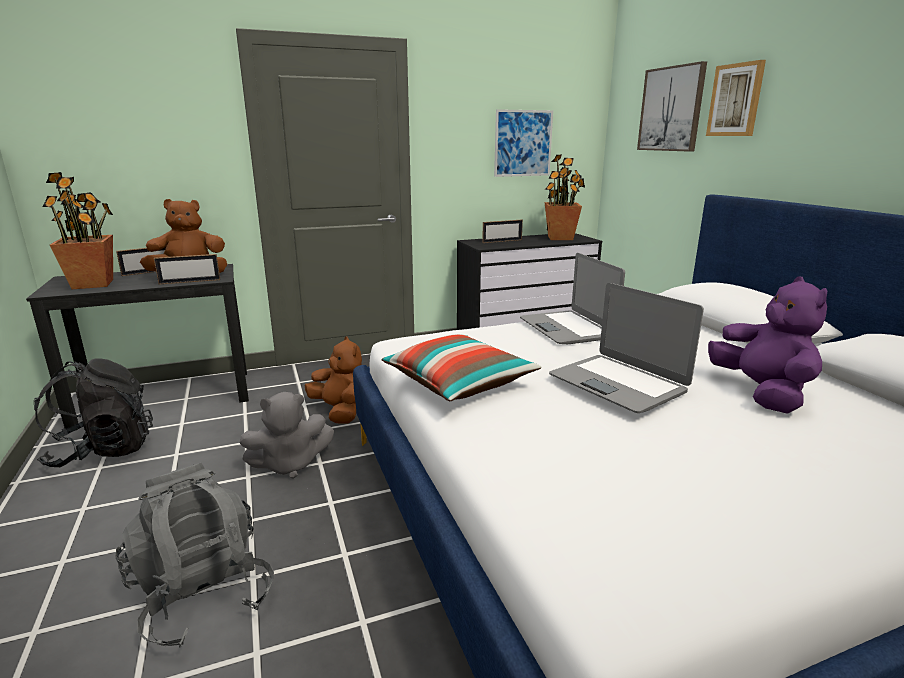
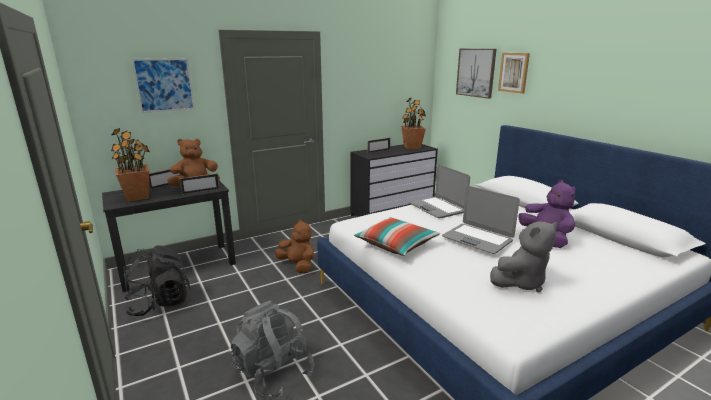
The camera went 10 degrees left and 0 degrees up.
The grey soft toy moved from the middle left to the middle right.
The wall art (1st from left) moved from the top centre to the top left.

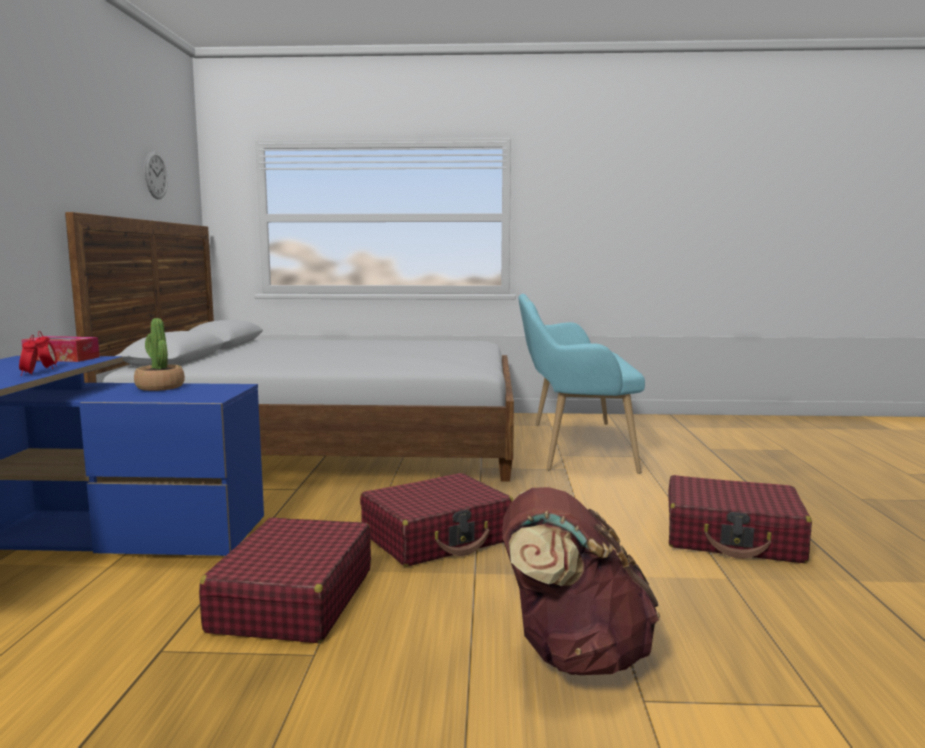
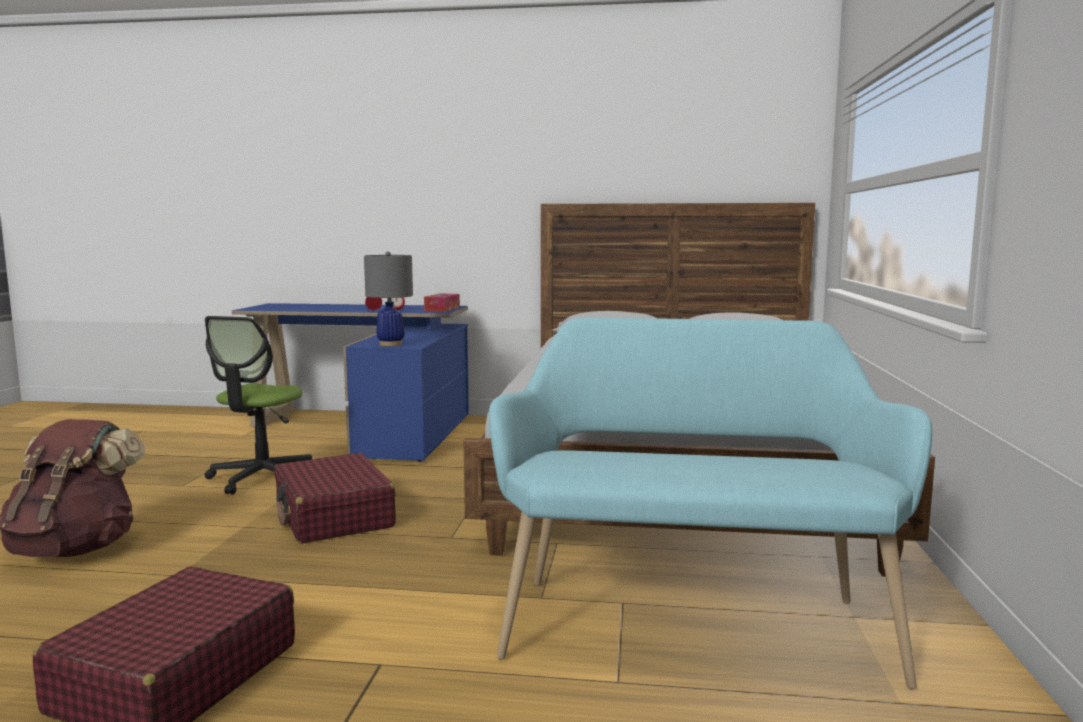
The camera went 95 degrees right and 0 degrees up.
The houseplant at the middle left disappeared.
The clock on the wall at the top left disappeared.
The grey tabletop lamp at the centre appeared.
The red-coloured travel case (1st from left) at the bottom left was replaced by the office chair at the middle left.

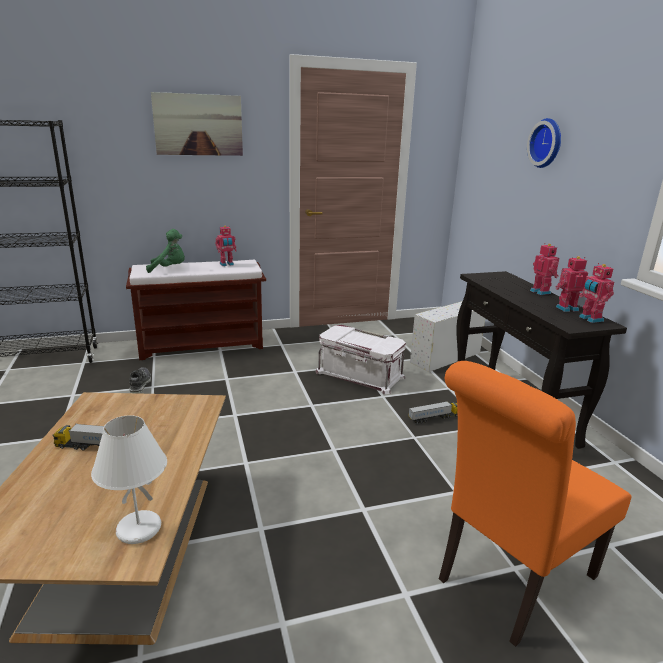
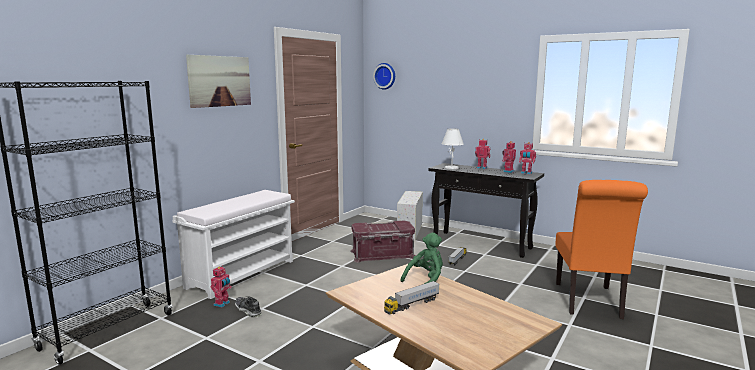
The camera went 40 degrees left and 10 degrees down.
The white-coloured tabletop lamp moved from the bottom left to the centre.
The greenish soft toy moved from the middle left to the bottom centre.
The toy robot (1st from left) moved from the centre to the bottom left.
The clock on the wall moved from the top right to the top centre.
The brownish indoor bench at the middle left became the white-coloured indoor bench at the middle left.
The white-coloured storage bin (1st from left) at the centre became the red-coloured storage bin at the centre.

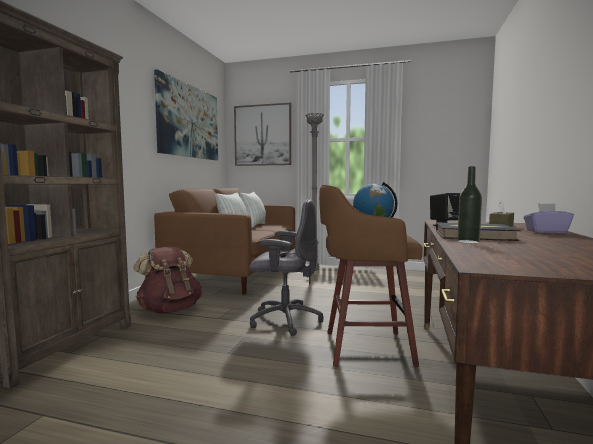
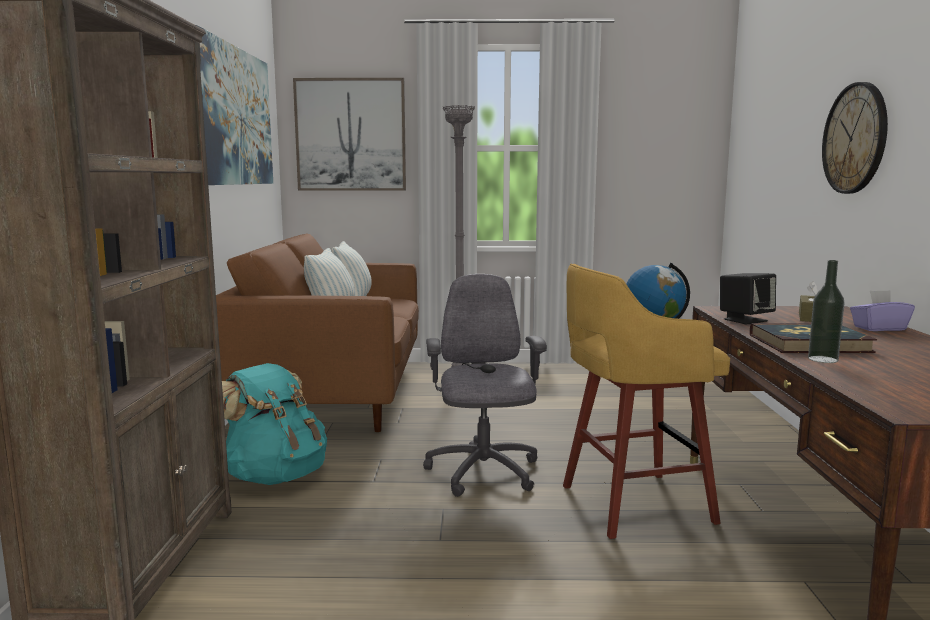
The camera went 15 degrees left and 5 degrees up.
The clock on the wall at the top right appeared.
The brownish backpack at the middle left became the turquoise-coloured backpack at the bottom left.
The brownish sitting stool at the centre became the yellowish sitting stool at the middle right.
The grey office chair at the centre turned 90 degrees counterclockwise.

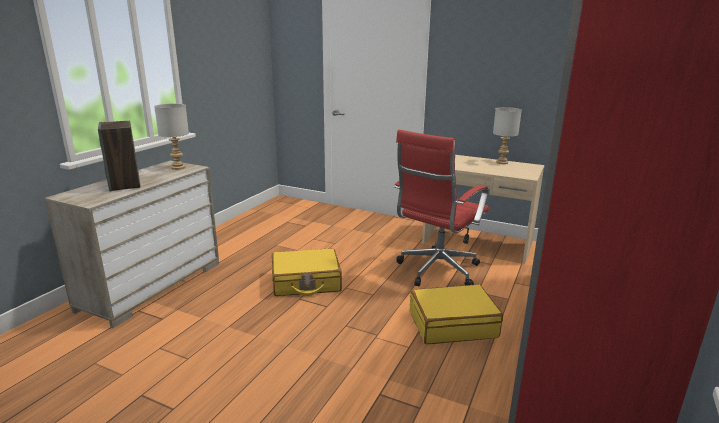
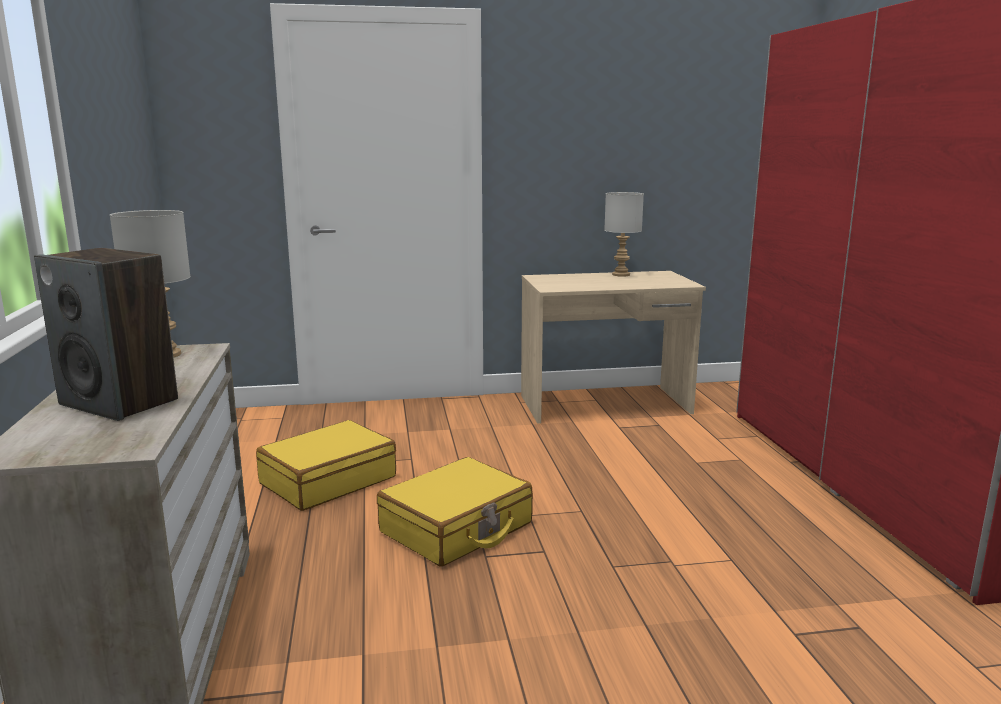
The camera went 35 degrees left and 5 degrees down.
The red-coloured office chair at the centre disappeared.
The yellowish travel case (2nd from left in the first image) moved from the bottom centre to the middle left.

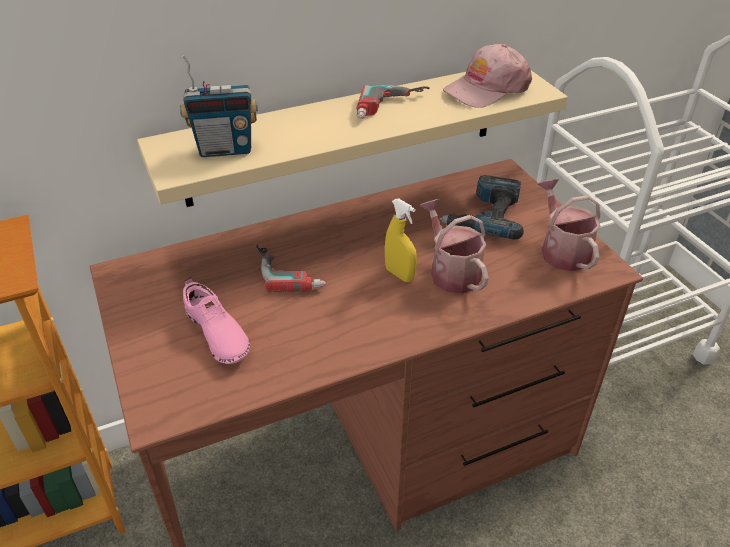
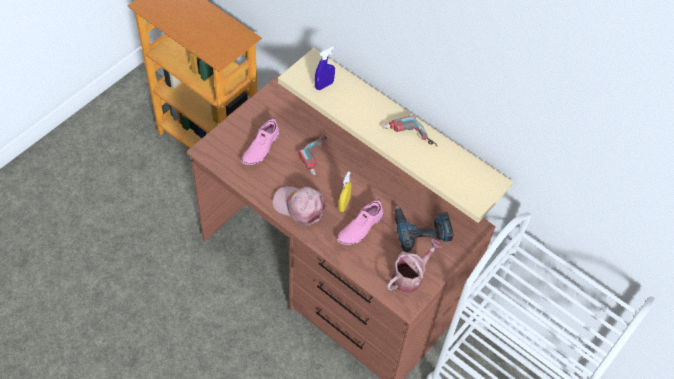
The camera went 60 degrees right and 15 degrees up.
The pink baseball cap moved from the top right to the centre.
The radio set at the top left was replaced by the blue sprayer at the top centre.
The watering can (1st from left) at the centre was replaced by the pink low shoe (2nd from left) at the centre.

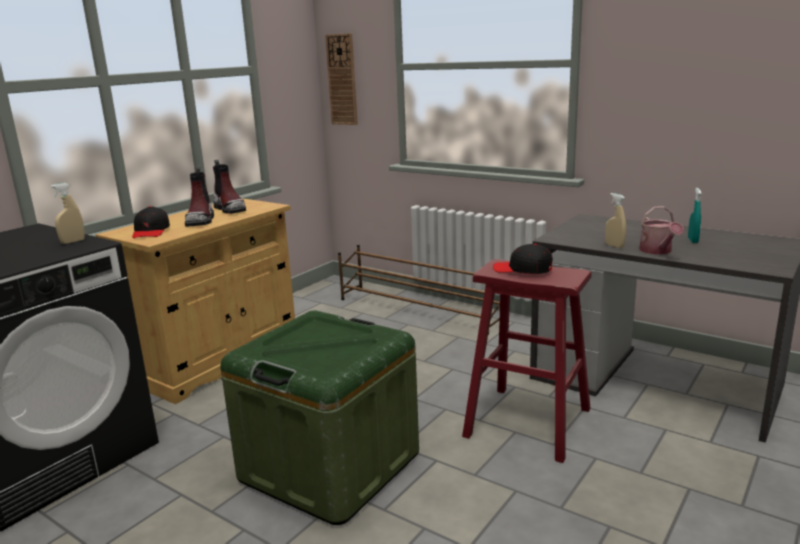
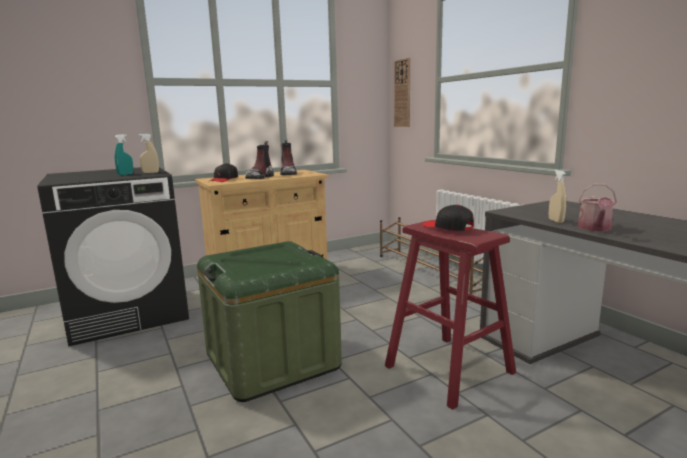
The camera went 25 degrees right and 5 degrees down.
The turquoise-coloured sprayer moved from the middle right to the middle left.

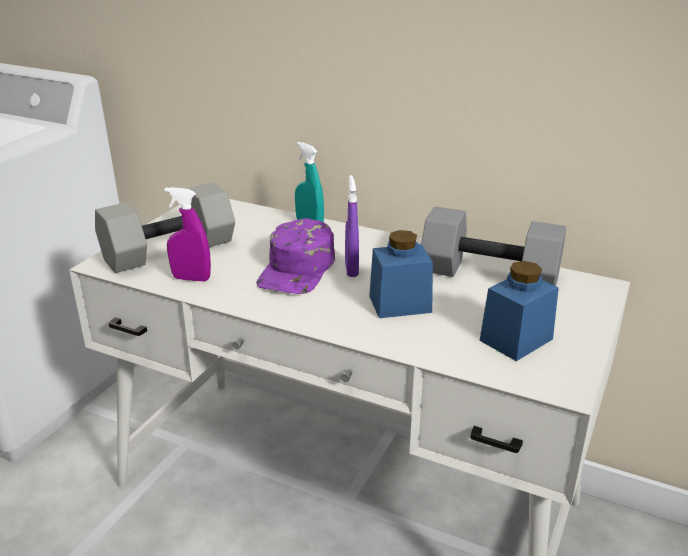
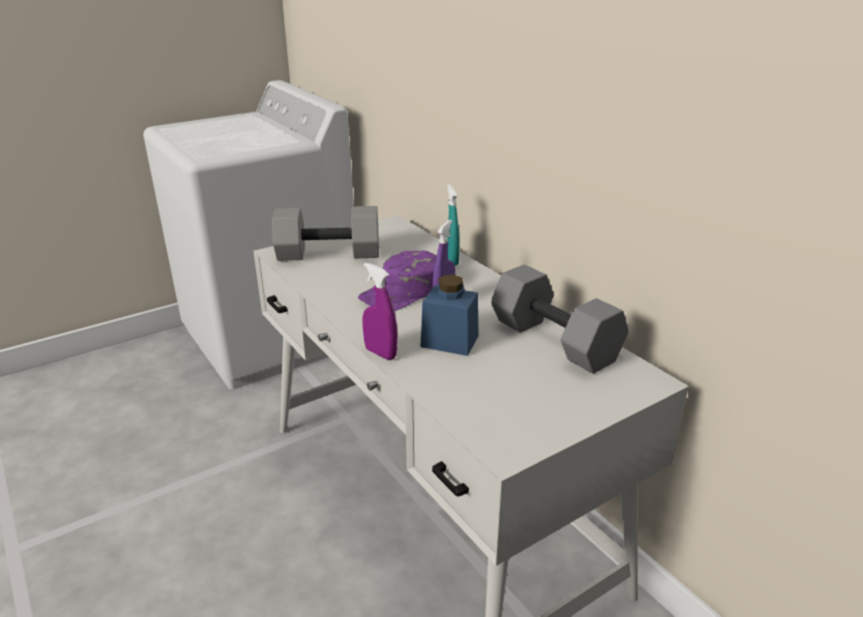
The camera went 30 degrees right and 0 degrees up.
The blue jar (2nd from left) at the middle right disappeared.
The purple-coloured sprayer (1st from left) moved from the middle left to the centre.

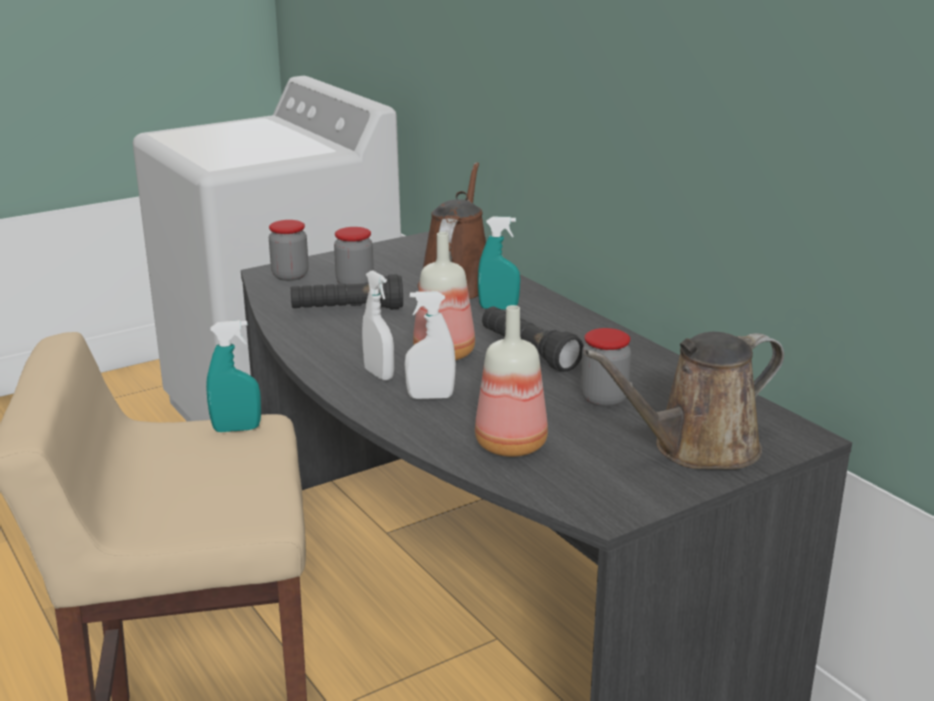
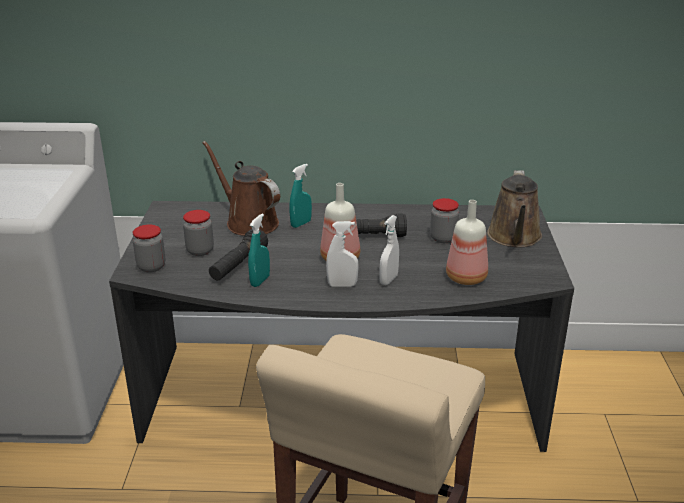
The camera went 55 degrees left and 5 degrees up.
The turquoise-coloured sprayer (1st from left) moved from the middle left to the centre.

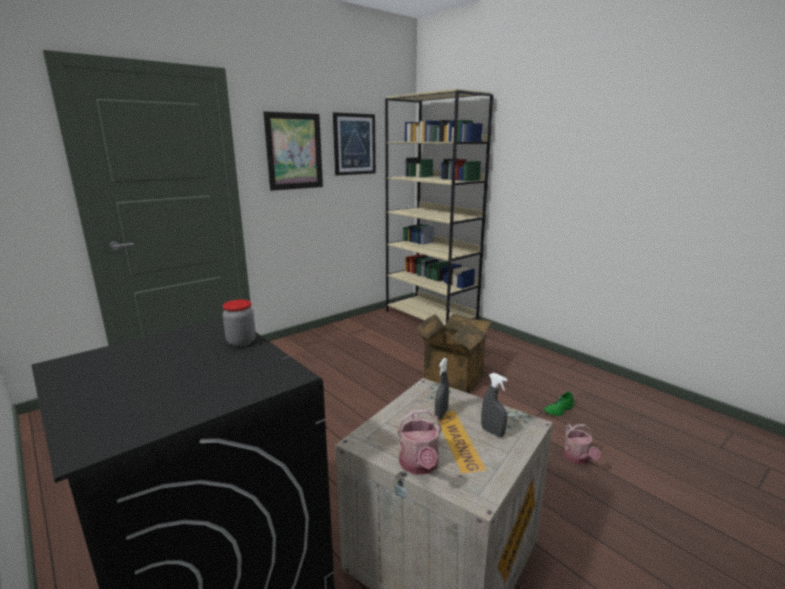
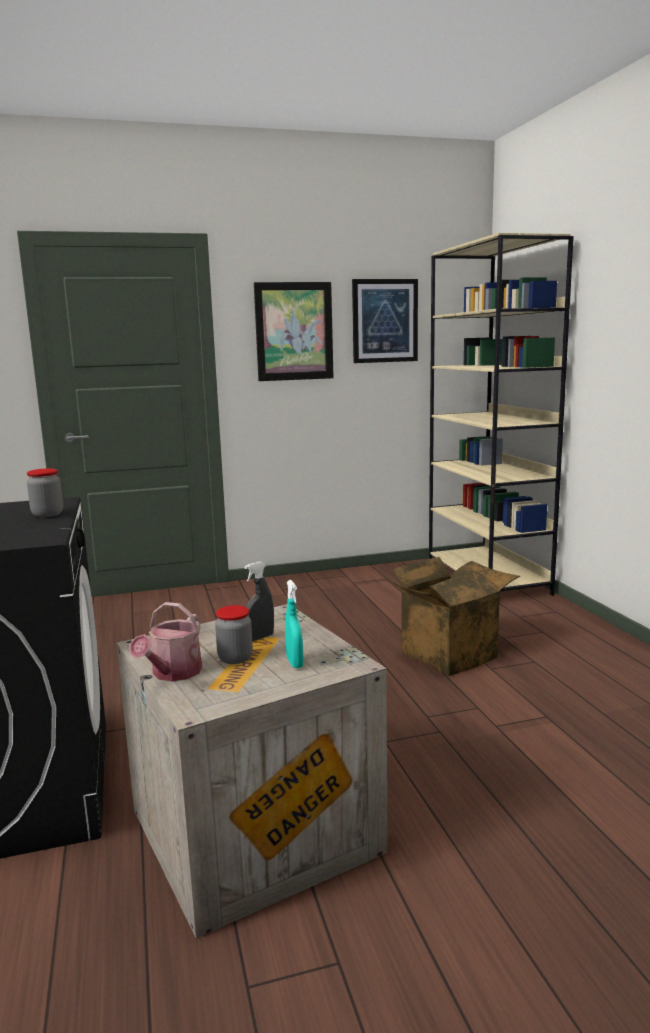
The camera went 25 degrees right and 5 degrees down.
The greenish low shoe at the bottom right disappeared.
The watering can (2nd from left) at the bottom right disappeared.
The jar (2nd from left) at the centre appeared.
The grey sprayer (2nd from left) at the bottom centre became the turquoise-coloured sprayer at the centre.

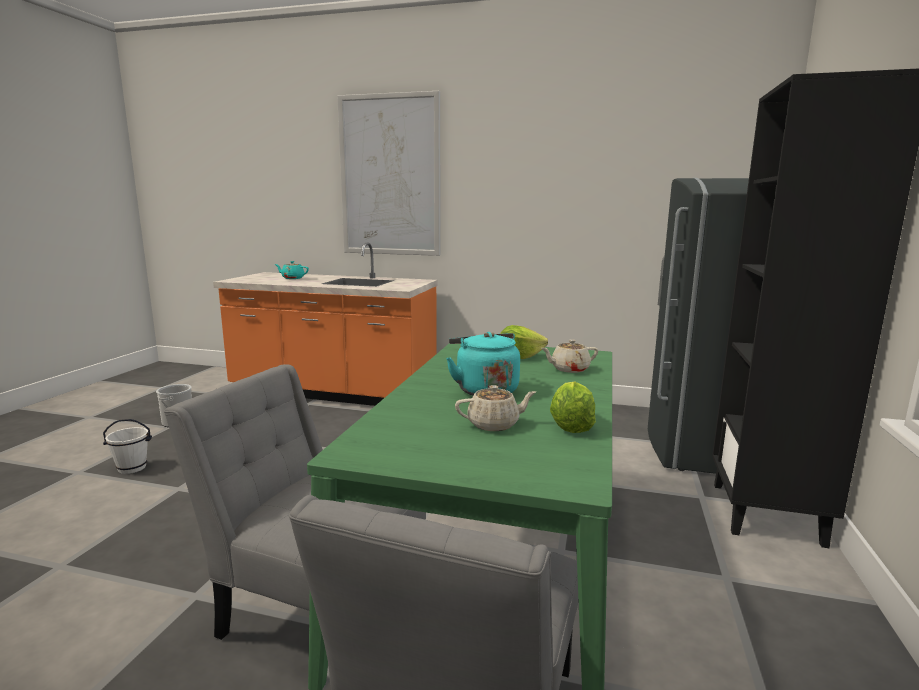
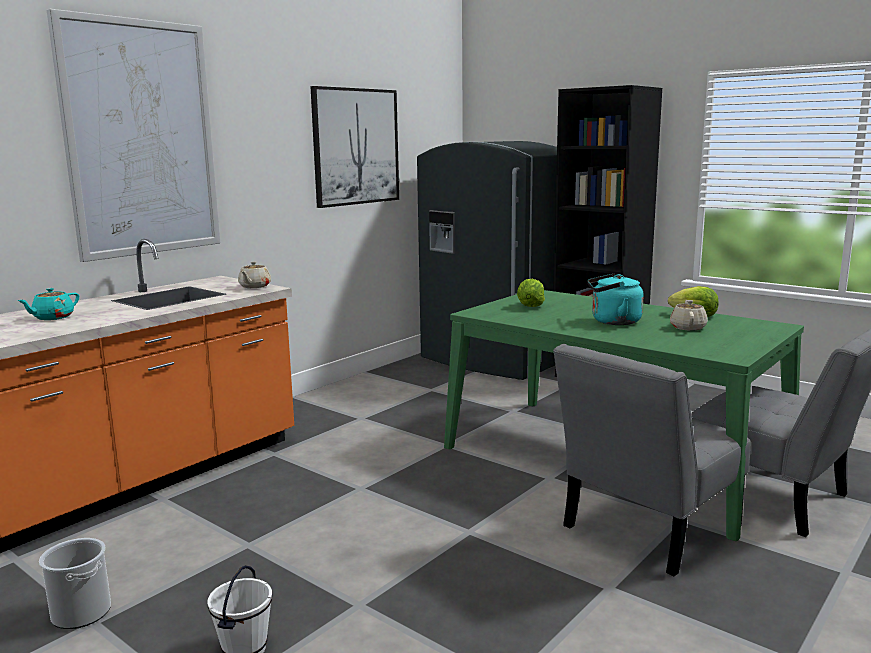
The camera went 65 degrees left and 0 degrees up.
The wall art (2nd from left) at the top centre appeared.
The beige pot for tea (2nd from left in the first image) moved from the centre to the middle left.

